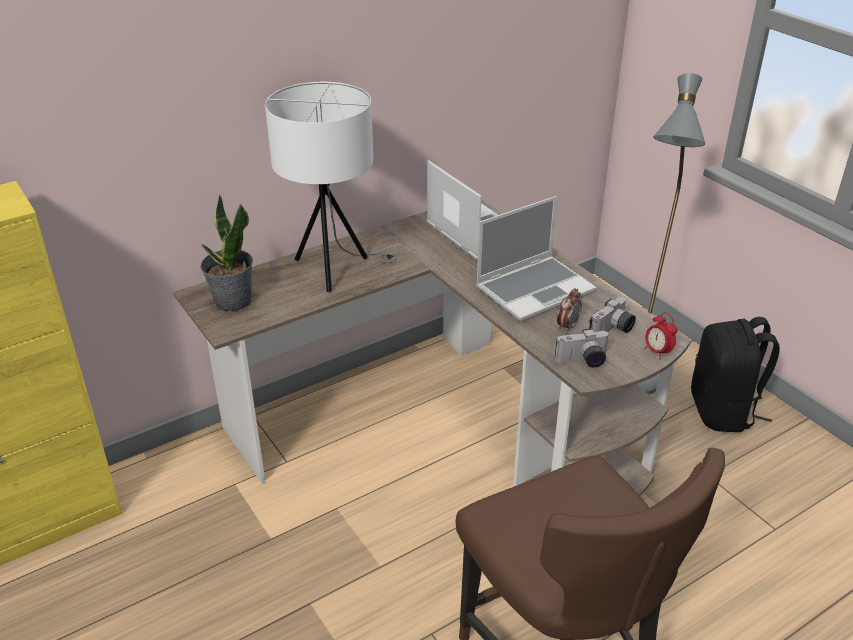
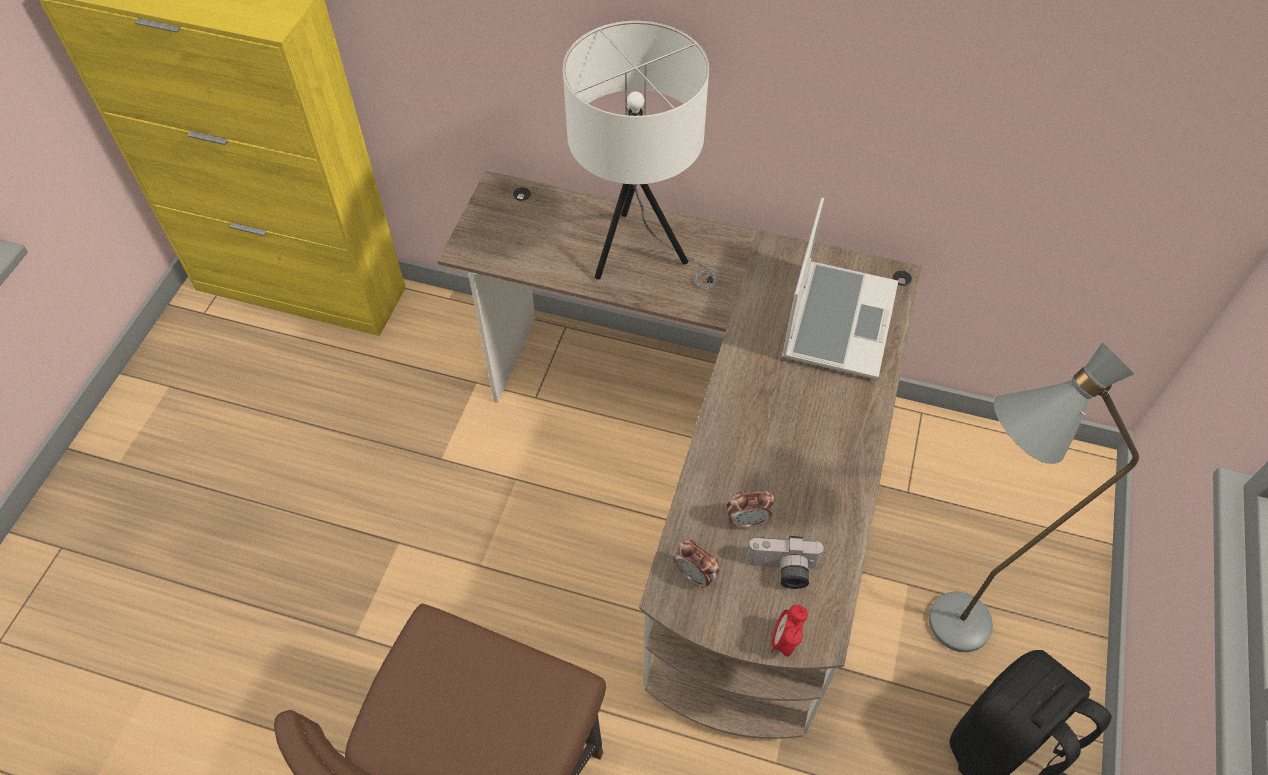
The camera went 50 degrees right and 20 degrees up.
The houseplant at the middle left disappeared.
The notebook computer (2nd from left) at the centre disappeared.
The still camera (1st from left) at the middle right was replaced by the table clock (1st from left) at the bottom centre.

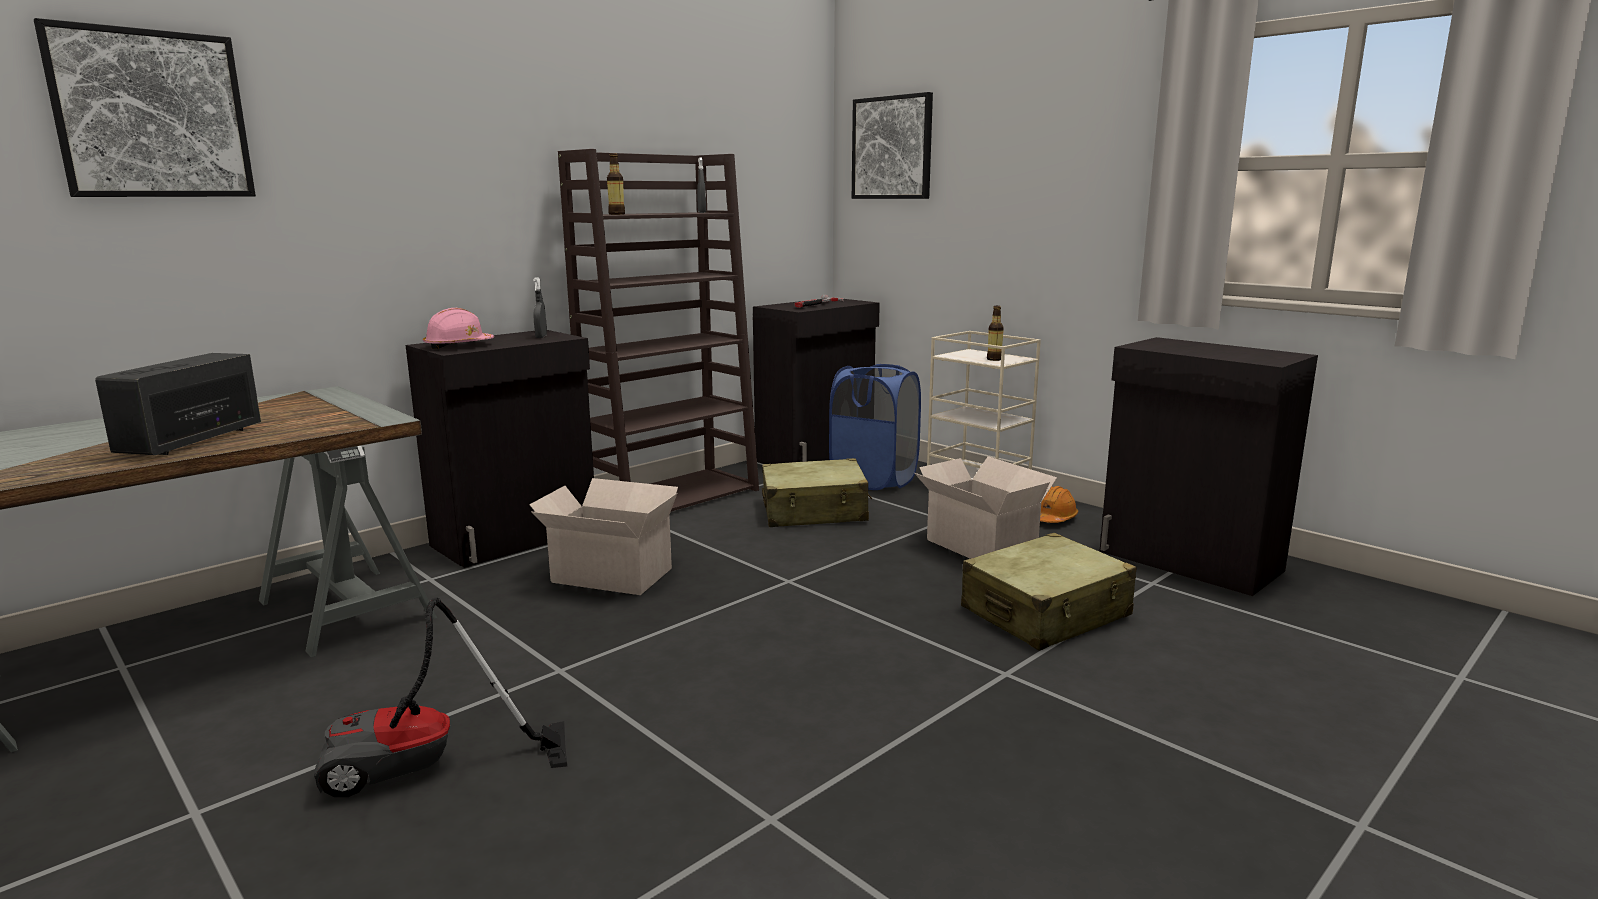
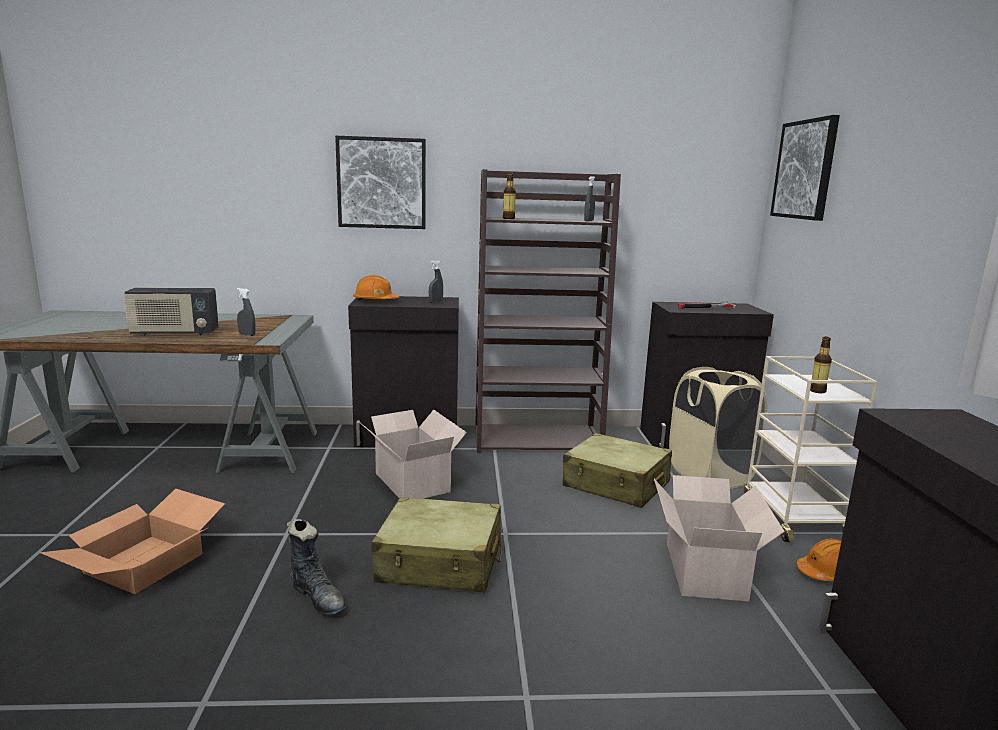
The camera went 40 degrees right and 0 degrees up.
The grey sprayer (1st from left) at the middle left appeared.
The blackish high-top boot at the bottom left appeared.
The wall art (1st from left) moved from the top left to the top centre.
The beige travel case (2nd from left in the first image) moved from the centre to the bottom centre.
The vacuum cleaner at the bottom left was replaced by the carton (1st from left) at the bottom left.
The pink work helmet at the middle left became the orange-coloured work helmet (1st from left) at the centre.
The blue laundry basket at the centre became the beige laundry basket at the middle right.
The radio set at the middle left turned 150 degrees counterclockwise.

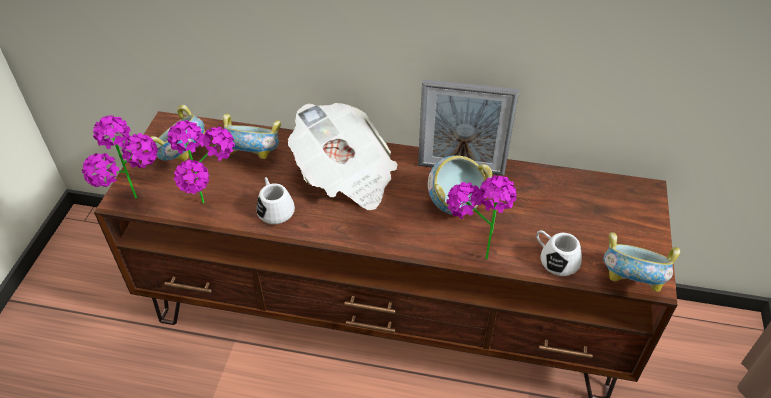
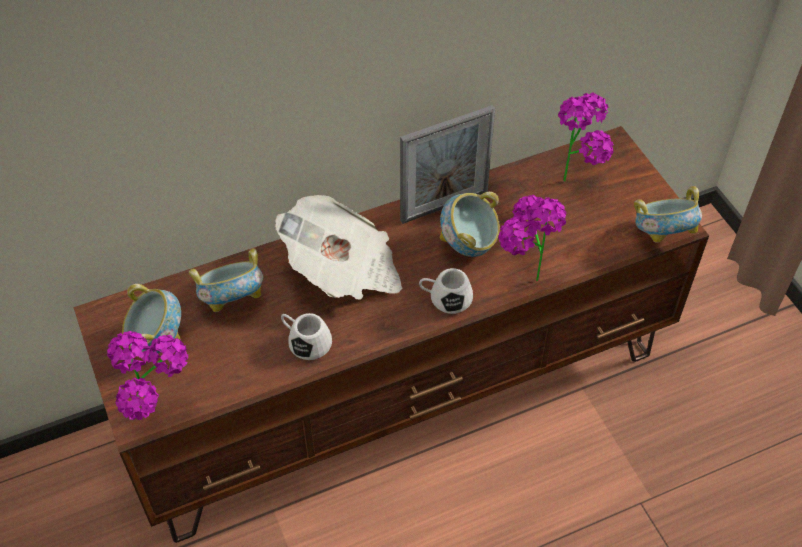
The camera went 35 degrees left and 5 degrees up.
The houseplant (2nd from left in the first image) moved from the middle left to the top right.
The white-coloured tea mug (2nd from left) moved from the middle right to the centre.

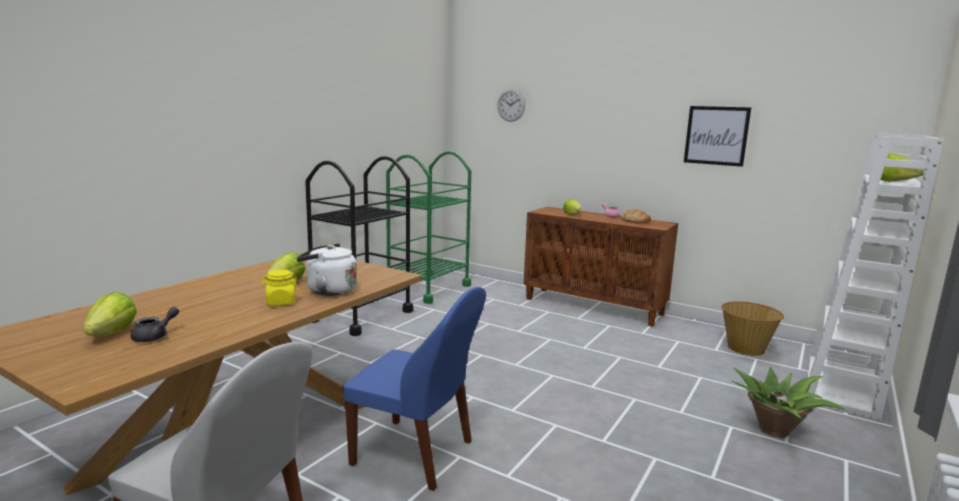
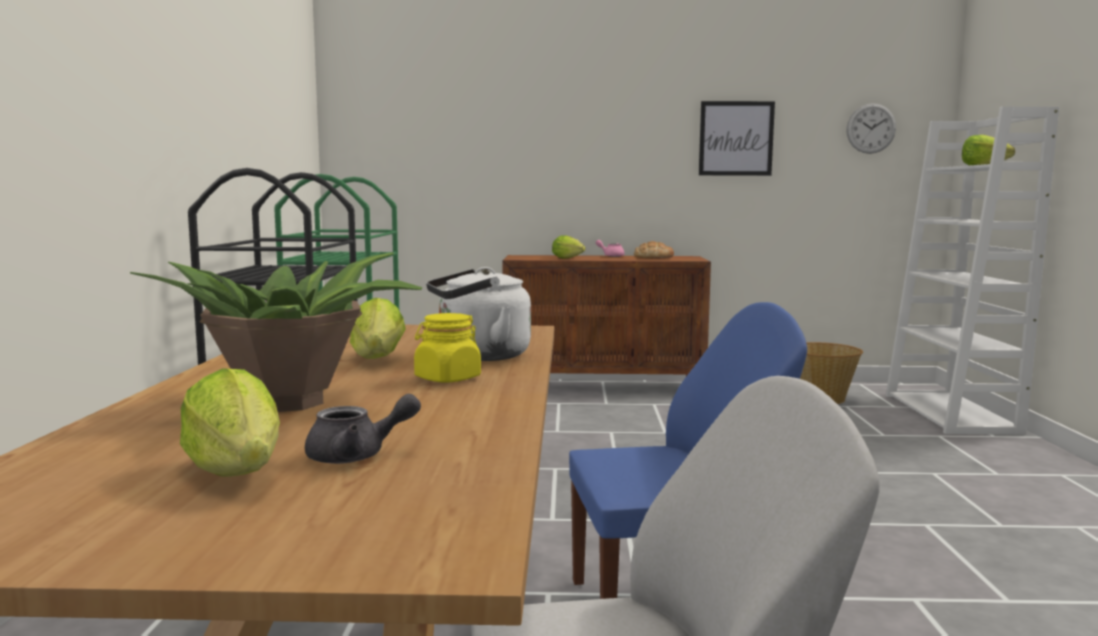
The camera went 30 degrees left and 5 degrees down.
The clock on the wall moved from the top centre to the top right.
The houseplant moved from the bottom right to the middle left.
The grey pot for tea at the middle left turned 75 degrees clockwise.

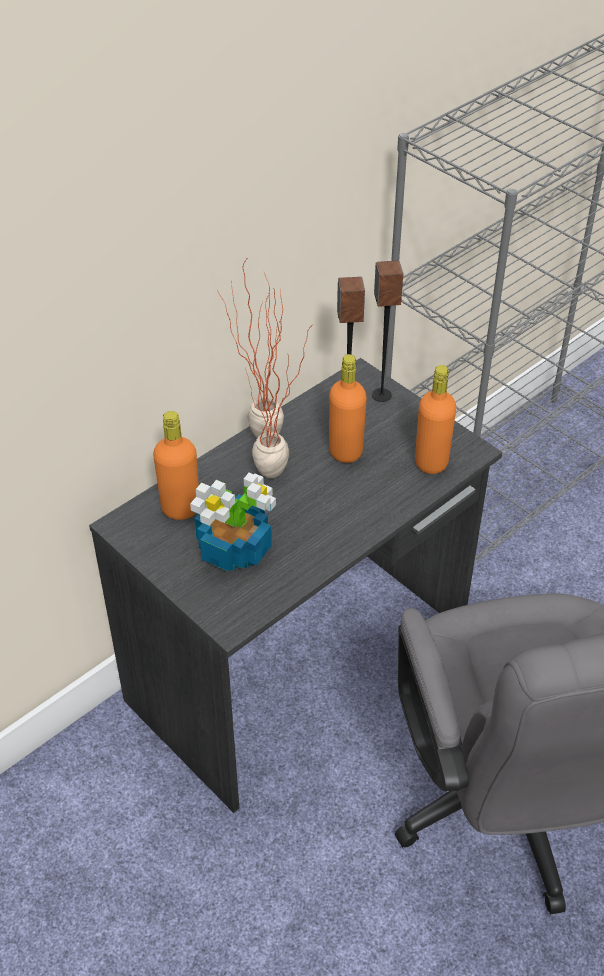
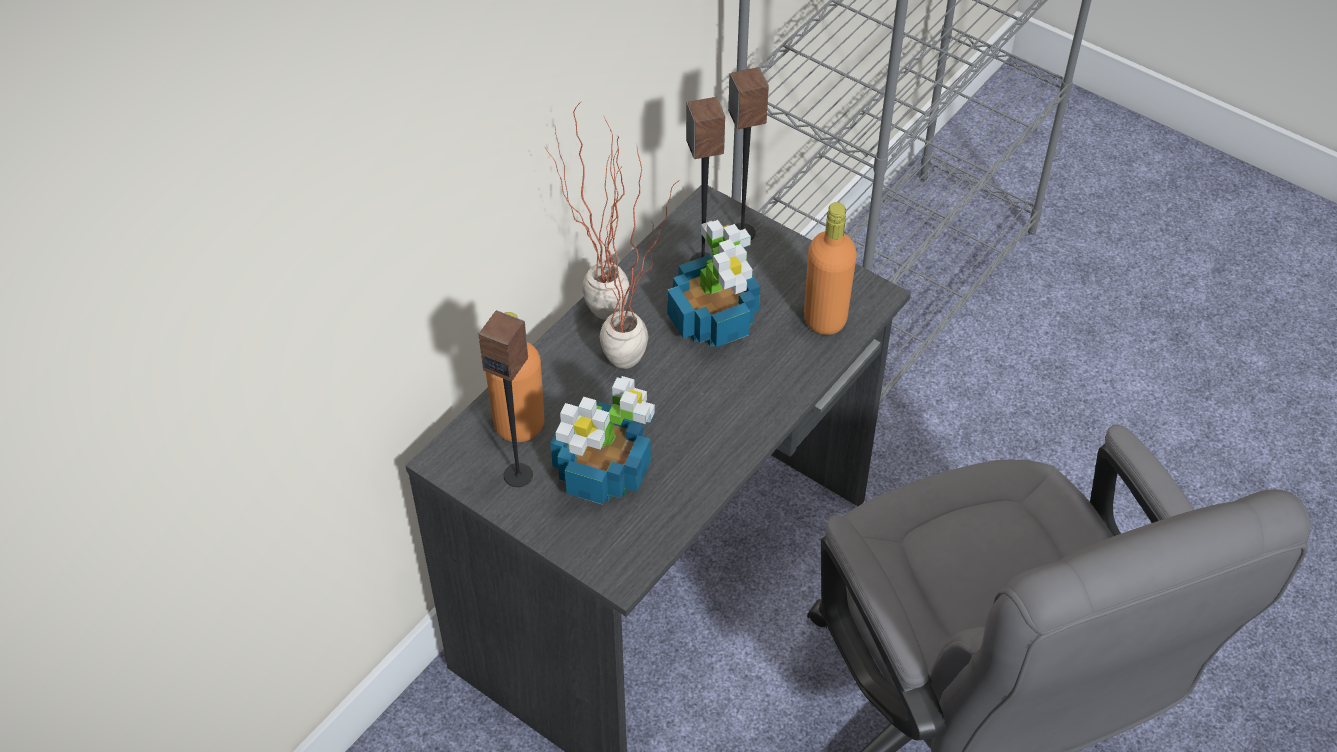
The camera went 10 degrees left and 5 degrees up.
The audio speaker (1st from left) at the centre appeared.
The orange-coloured drink bottle (2nd from left) at the centre was replaced by the houseplant (4th from left) at the centre.

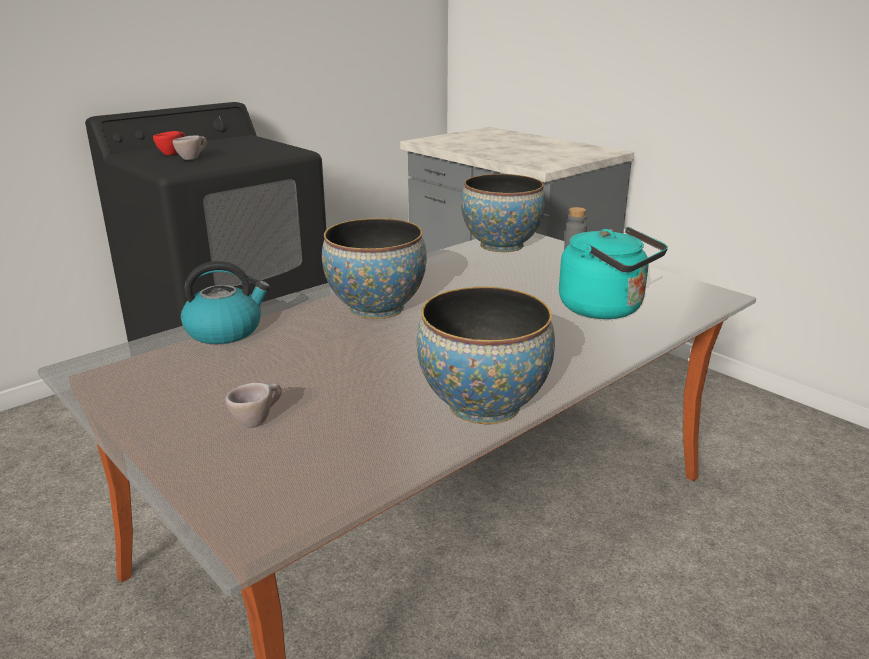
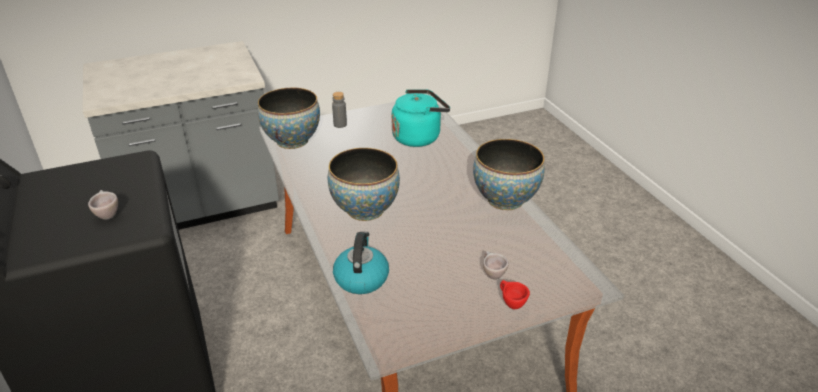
The camera went 70 degrees left and 10 degrees up.
The red-coloured small cup moved from the top left to the bottom centre.

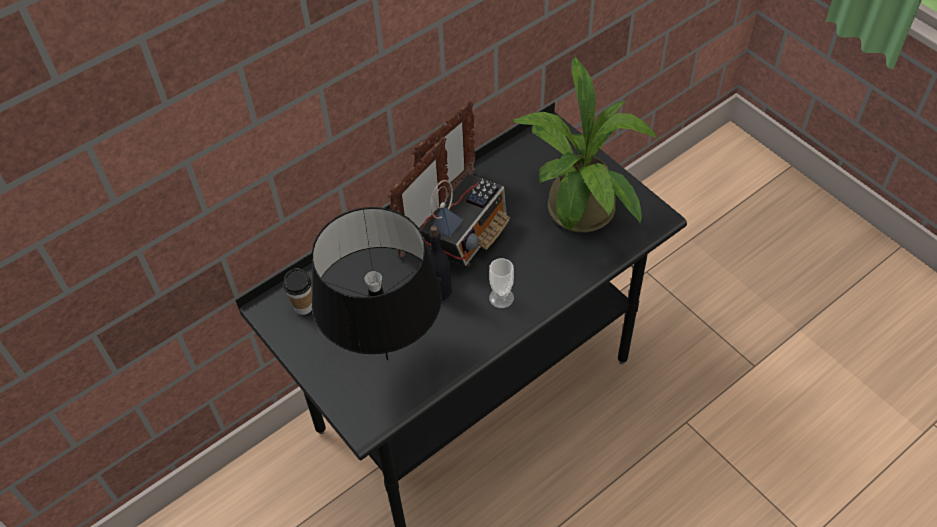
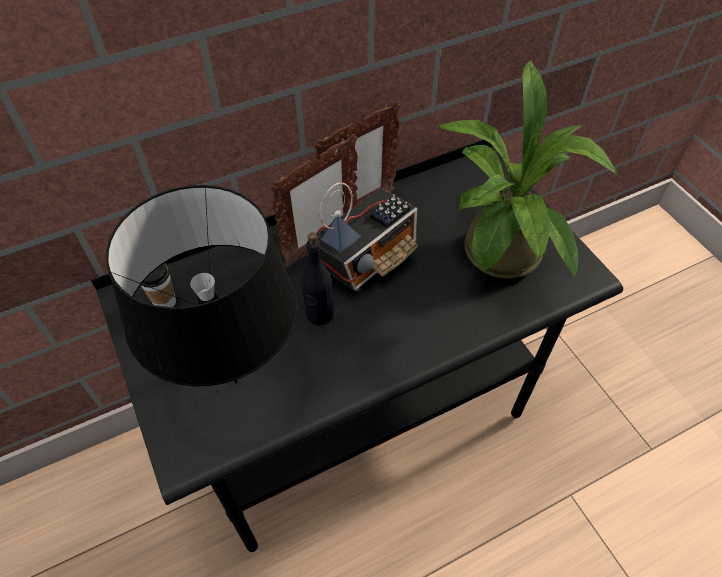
The camera went 10 degrees right and 0 degrees up.
The small cup (2nd from left) at the centre disappeared.

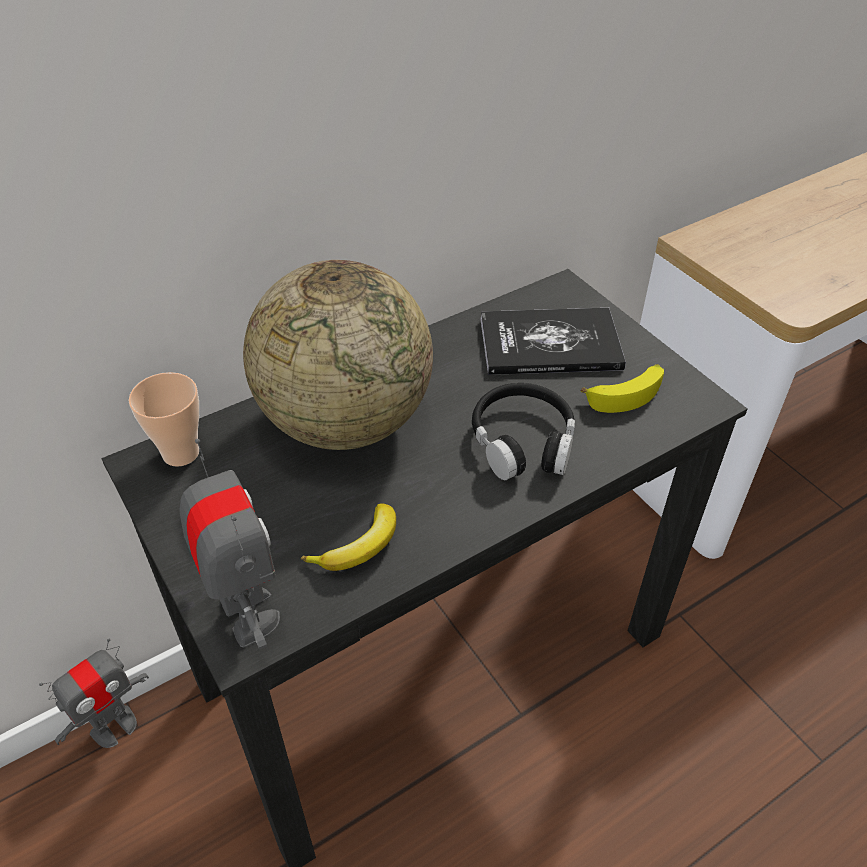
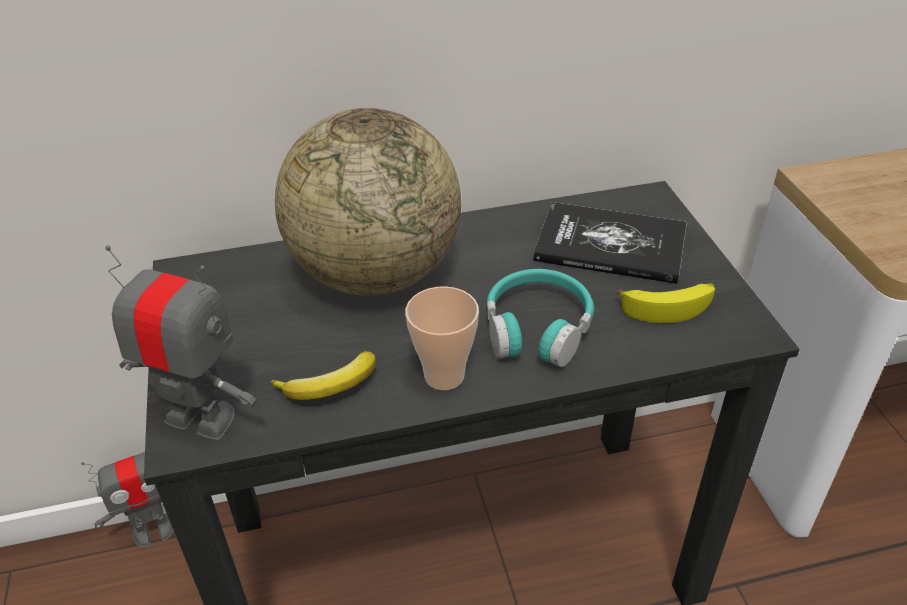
The camera went 20 degrees right and 5 degrees down.
The small cup moved from the middle left to the centre.
The blackish headphones at the centre became the turquoise-coloured headphones at the centre.
The toy robot (2nd from left) at the middle left turned 60 degrees counterclockwise.

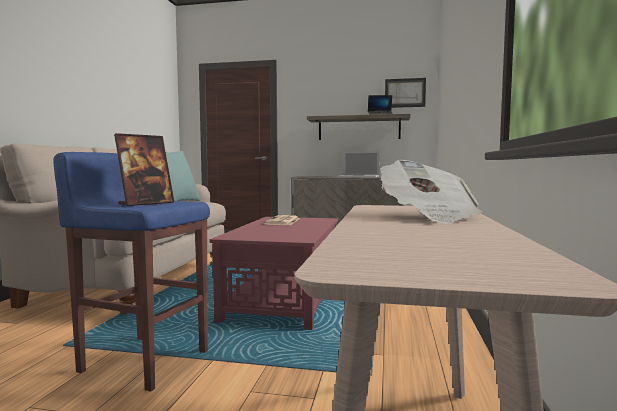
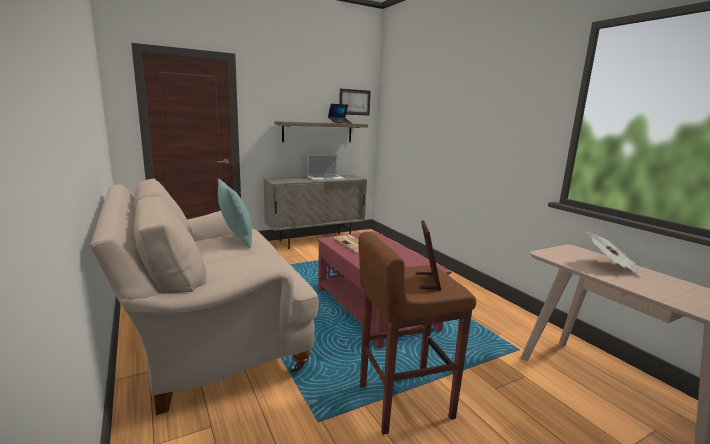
The camera went 40 degrees left and 10 degrees up.
The blue sitting stool at the middle left became the brownish sitting stool at the bottom centre.

